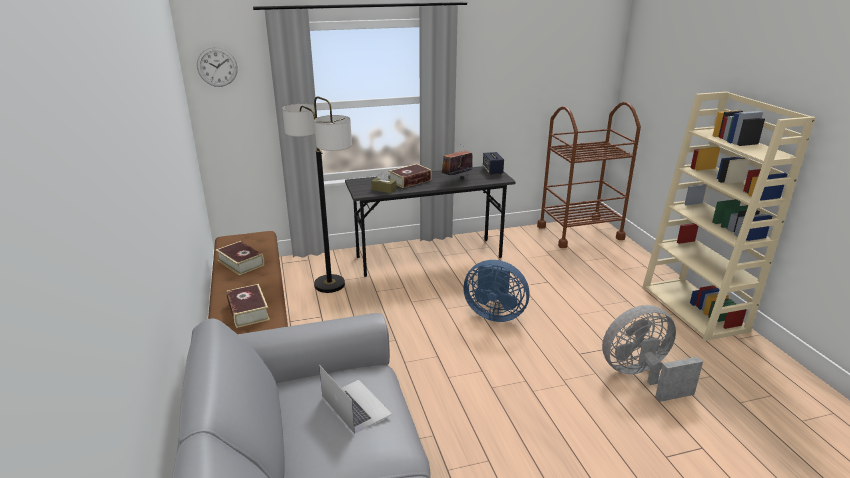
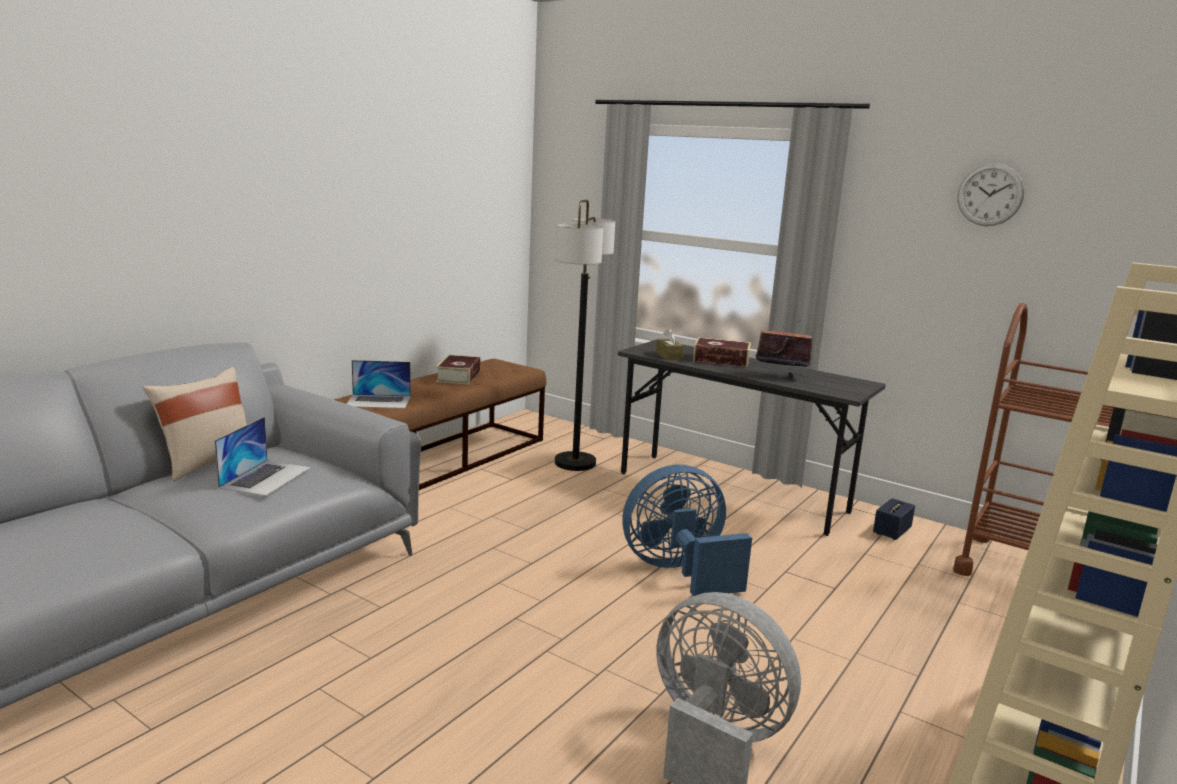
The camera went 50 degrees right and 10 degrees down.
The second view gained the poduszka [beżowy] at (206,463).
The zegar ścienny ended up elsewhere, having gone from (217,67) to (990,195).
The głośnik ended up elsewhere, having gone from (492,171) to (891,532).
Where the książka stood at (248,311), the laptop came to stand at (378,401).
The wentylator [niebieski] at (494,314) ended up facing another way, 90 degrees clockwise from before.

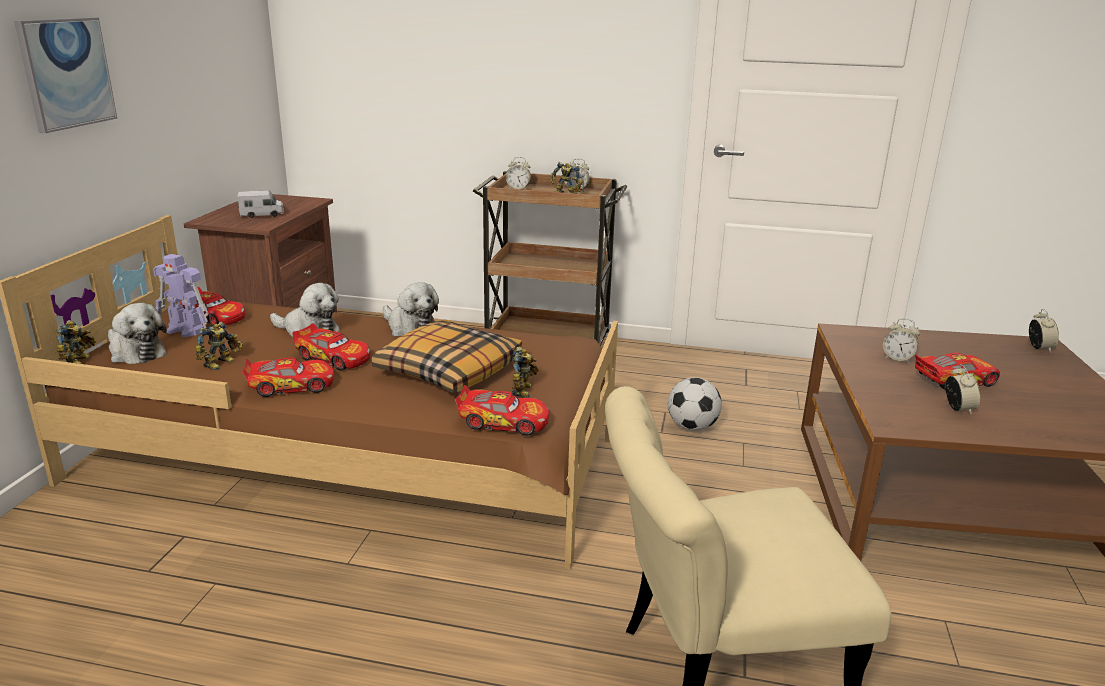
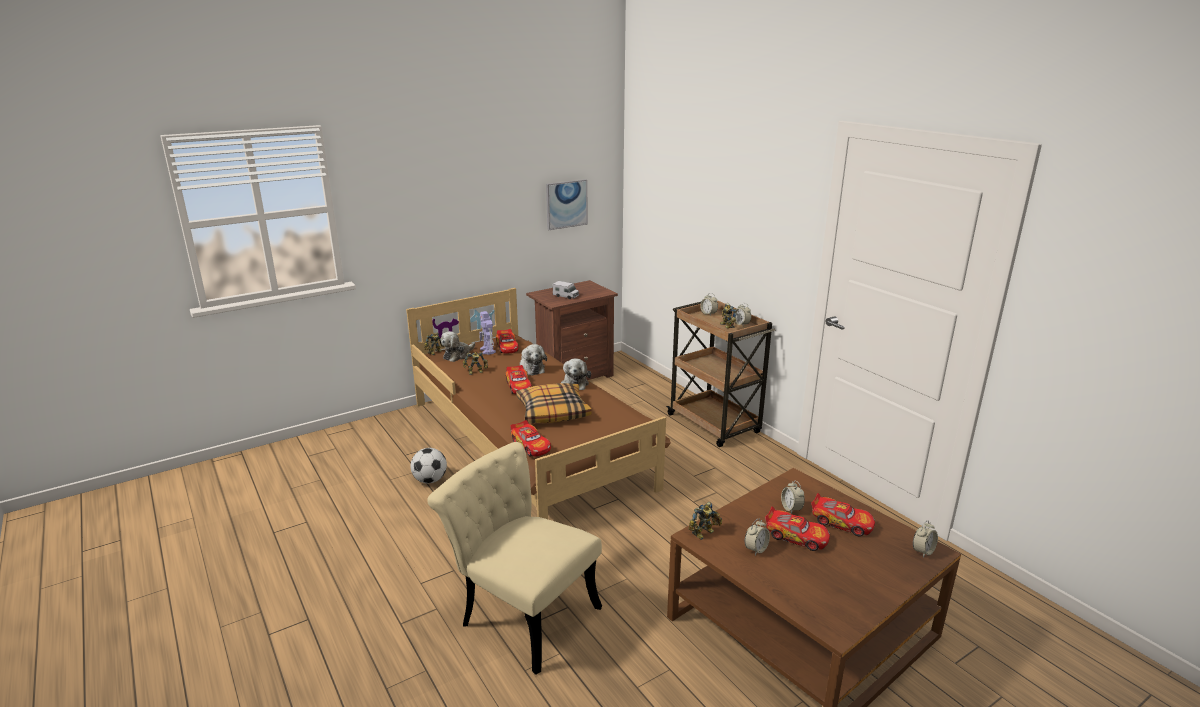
The camera went 45 degrees right and 0 degrees up.
The obraz ended up elsewhere, having gone from (66,73) to (566,204).
The samochodzik ended up elsewhere, having gone from (290,386) to (841,522).
The robot zabawkowy ended up elsewhere, having gone from (524,390) to (704,533).
The piłka futbolowa ended up elsewhere, having gone from (692,427) to (430,480).
The pluszak at (135,353) ended up facing another way, 45 degrees clockwise from before.

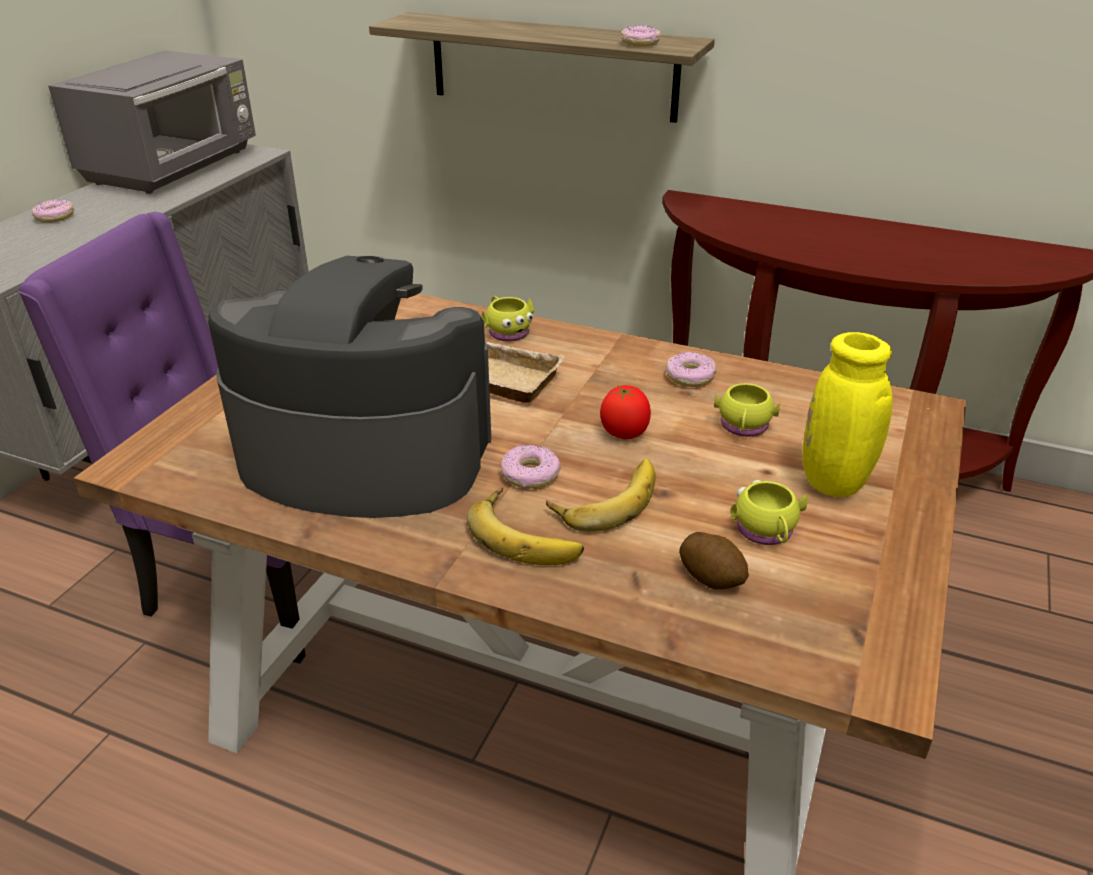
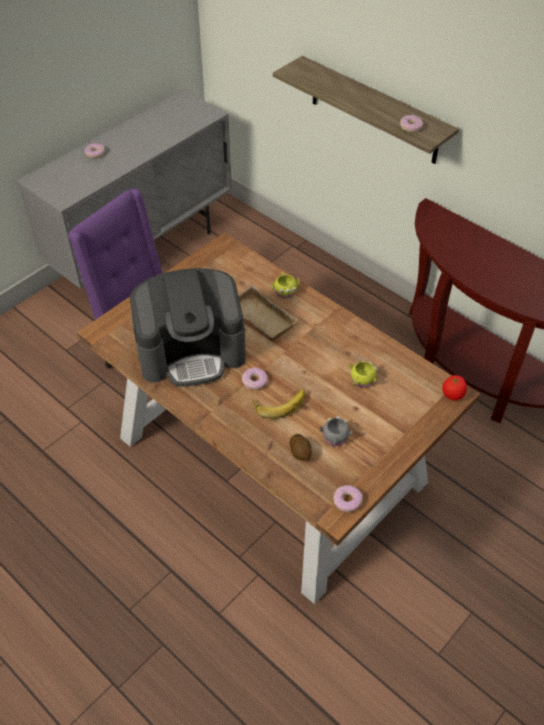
The camera went 20 degrees right and 15 degrees up.
The second view lost the mikrofalówka [szary] at (174,167).
The second view lost the banan at (527,534).
The second view lost the wazon [żółty] at (834,487).
The pomidor ended up elsewhere, having gone from (624,432) to (452,395).
The donut ended up elsewhere, having gone from (689,376) to (347,501).
What was the kubek [żółty] at (766,532) turned into the kubek [szary] at (335,438).
The ekspres do kawy at (364,454) ended up facing another way, 135 degrees clockwise from before.

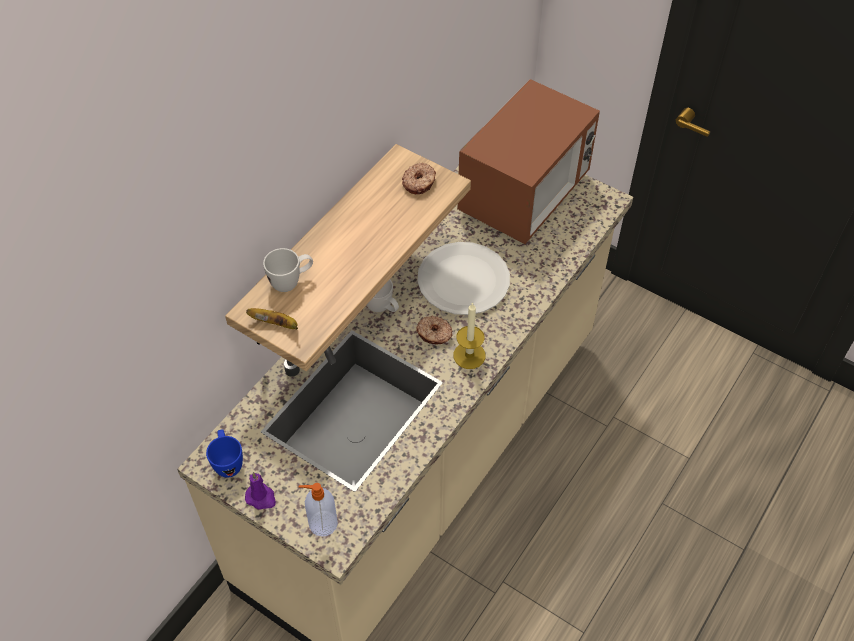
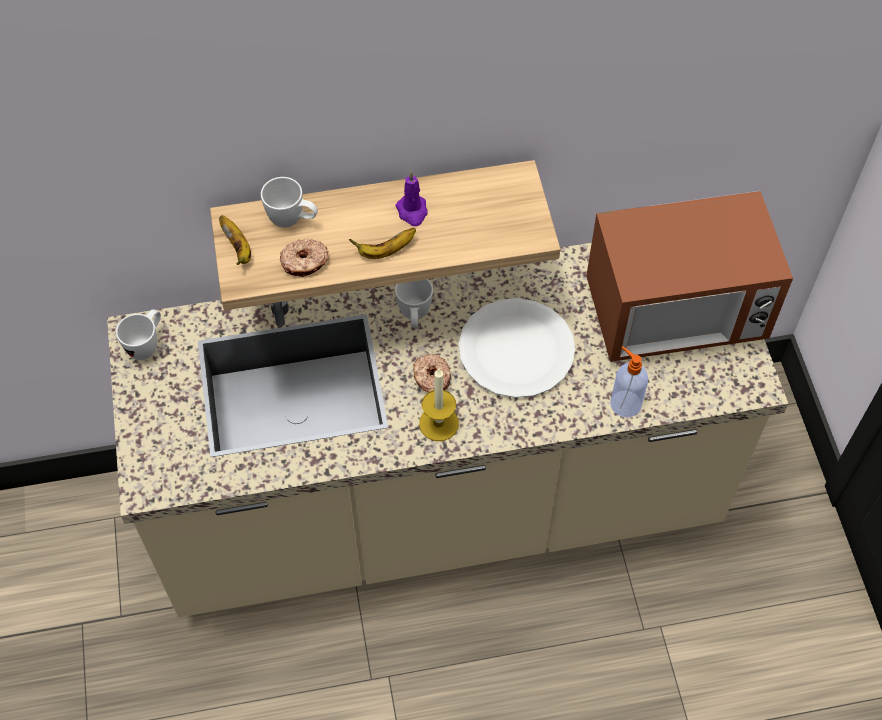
The camera went 45 degrees right and 5 degrees up.
The second view gained the banan at (385,251).
The świeca [fioletowy] ended up elsewhere, having gone from (261,498) to (412,211).
The dozownik mydła ended up elsewhere, having gone from (322,523) to (624,403).
The donut ended up elsewhere, having gone from (419,183) to (304,262).
What was the kubek [niebieski] at (228,462) turned into the kubek [biały] at (147,344).

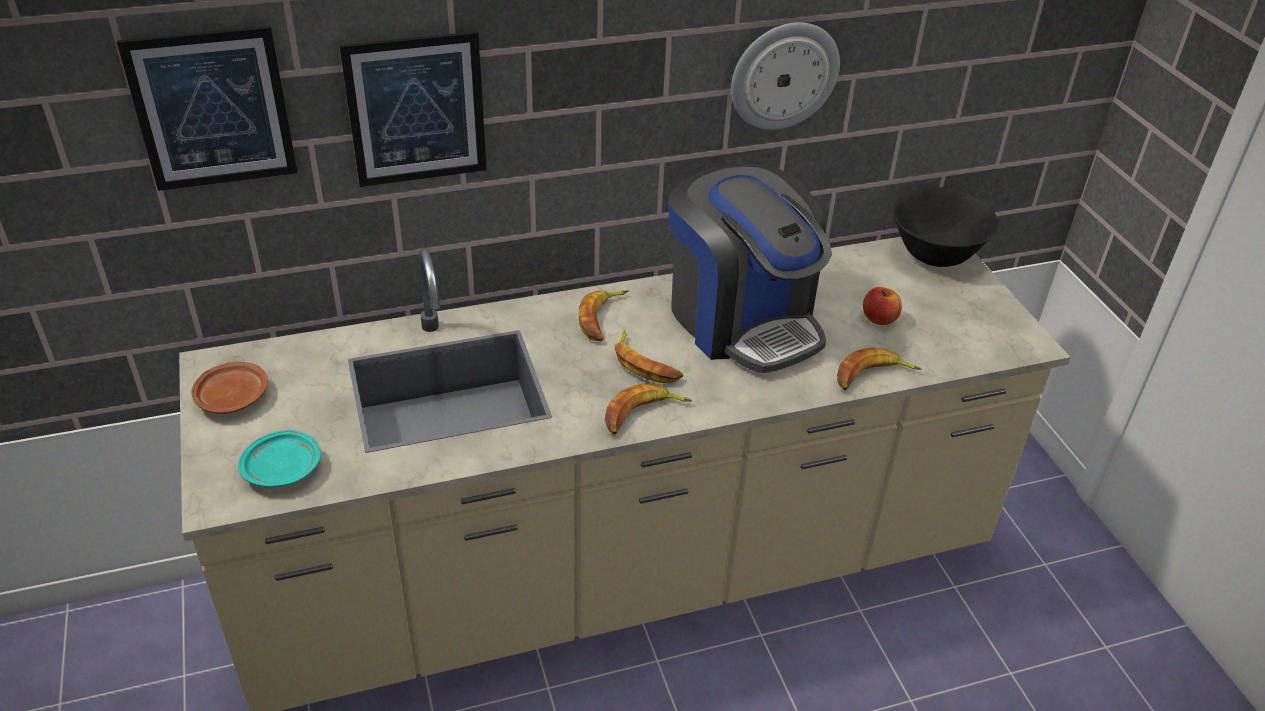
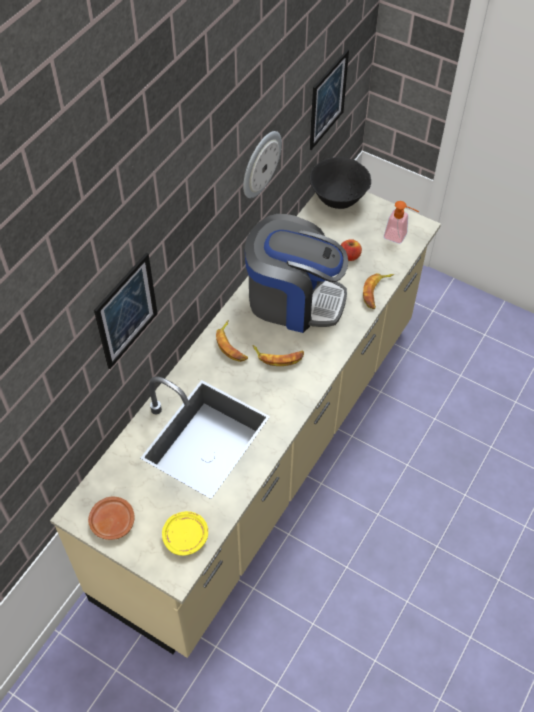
The camera went 40 degrees left and 15 degrees up.
The second view lost the banan at (642,415).
The second view gained the dozownik mydła at (399,237).
The obraz ended up elsewhere, having gone from (212,109) to (328,100).
What was the talerz [turkusowy] at (283,469) turned into the talerz [żółty] at (185,536).

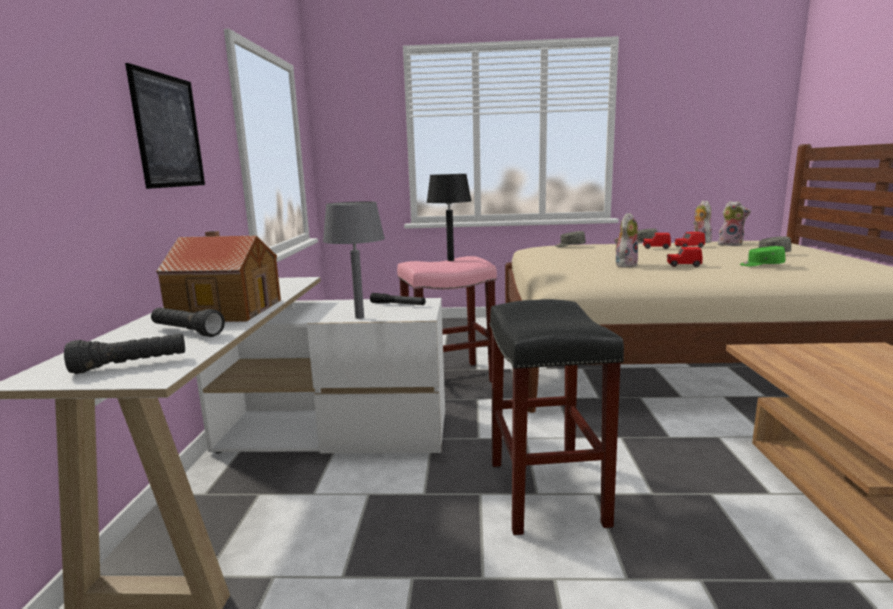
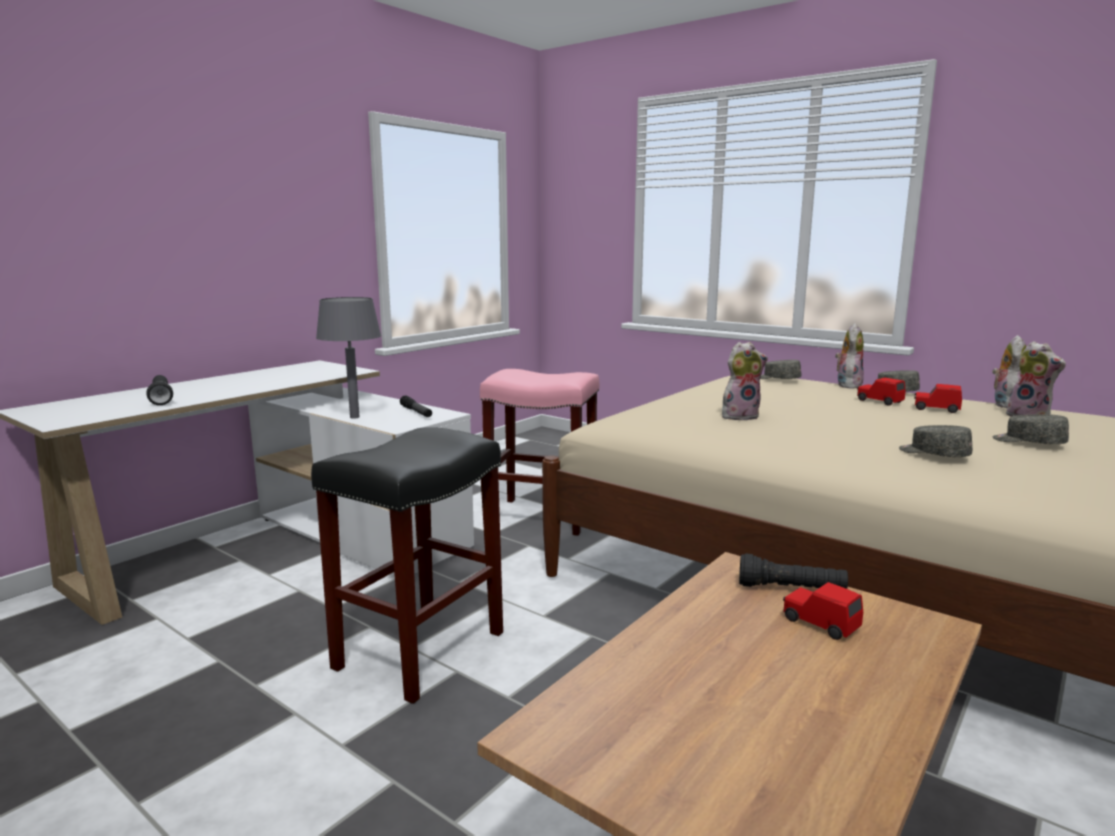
The camera went 35 degrees right and 0 degrees up.
The second view lost the obraz at (168,131).
The second view lost the domek at (226,309).
The second view lost the lampa stołowa [czarny] at (450,260).
The second view gained the pluszak at (847,385).
The latarka [czarny] ended up elsewhere, having gone from (131,365) to (791,589).
The samochodzik [czerwony] ended up elsewhere, having gone from (683,265) to (820,624).
What was the czapka z daszkiem [zielony] at (761,265) turned into the czapka z daszkiem [szary] at (933,454).

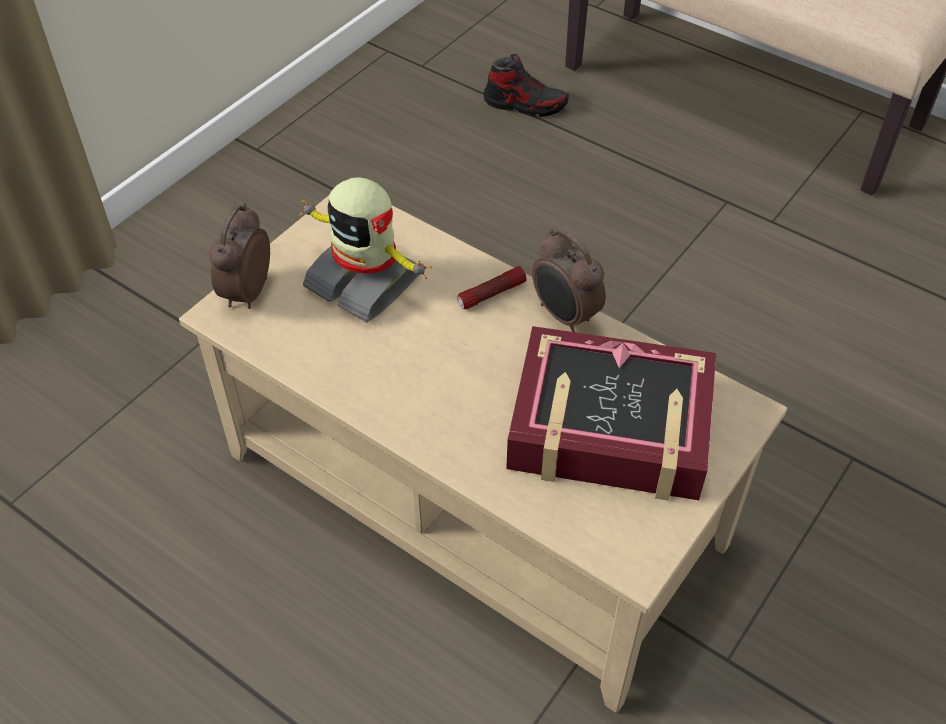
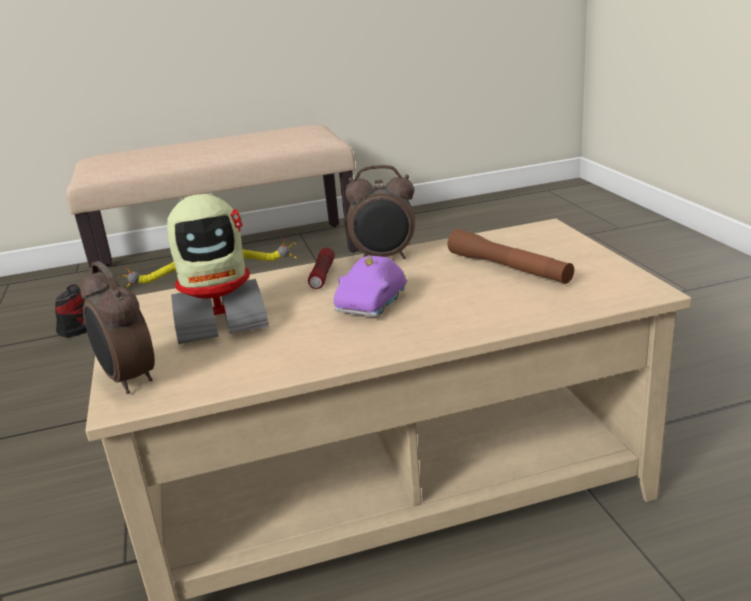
The camera went 50 degrees left and 25 degrees down.
The second view gained the samochodzik [fioletowy] at (373,304).
Where the książka stood at (610,428), the latarka [brązowy] came to stand at (508,268).

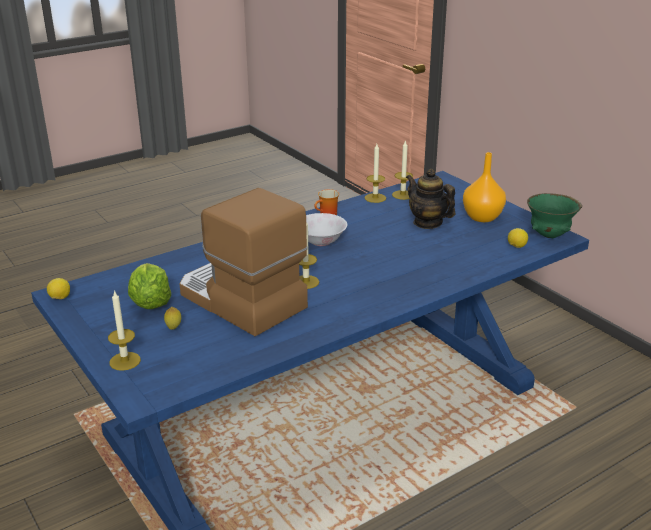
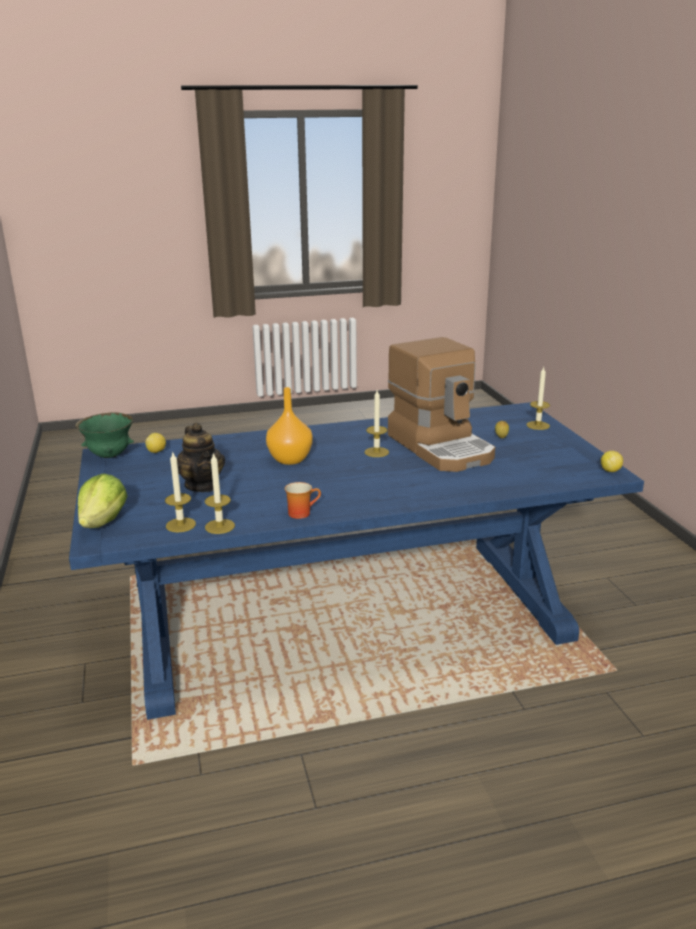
The camera went 160 degrees left and 5 degrees down.
The second view lost the miska [biały] at (321,241).
The sałata ended up elsewhere, having gone from (150,303) to (104,522).
The wazon [pomarańczowy] ended up elsewhere, having gone from (481,217) to (290,460).

